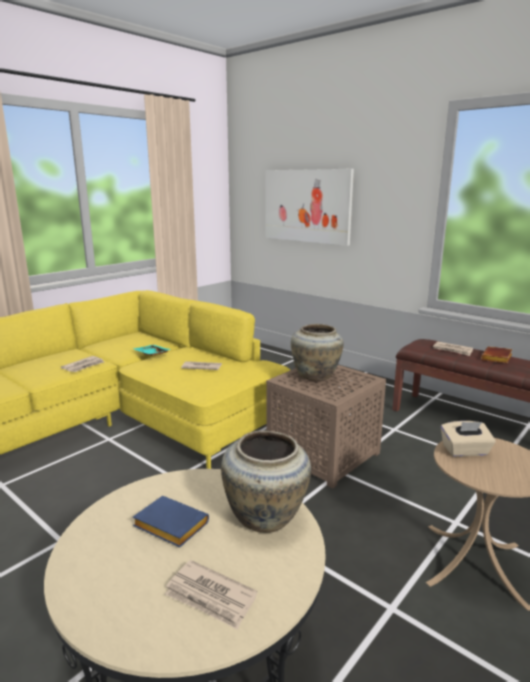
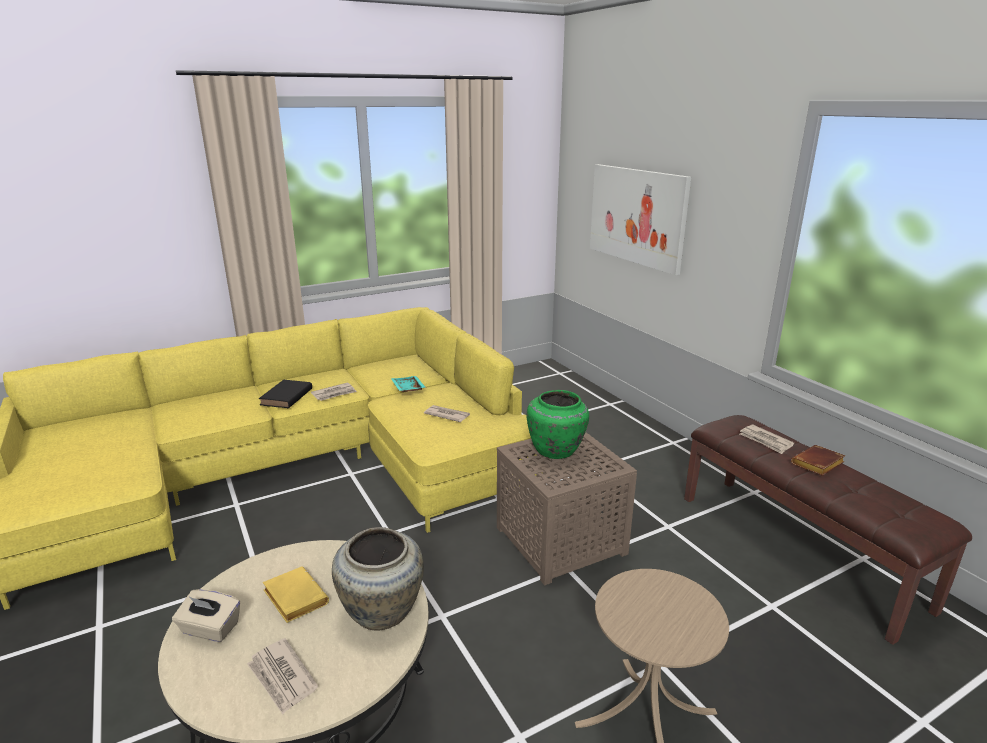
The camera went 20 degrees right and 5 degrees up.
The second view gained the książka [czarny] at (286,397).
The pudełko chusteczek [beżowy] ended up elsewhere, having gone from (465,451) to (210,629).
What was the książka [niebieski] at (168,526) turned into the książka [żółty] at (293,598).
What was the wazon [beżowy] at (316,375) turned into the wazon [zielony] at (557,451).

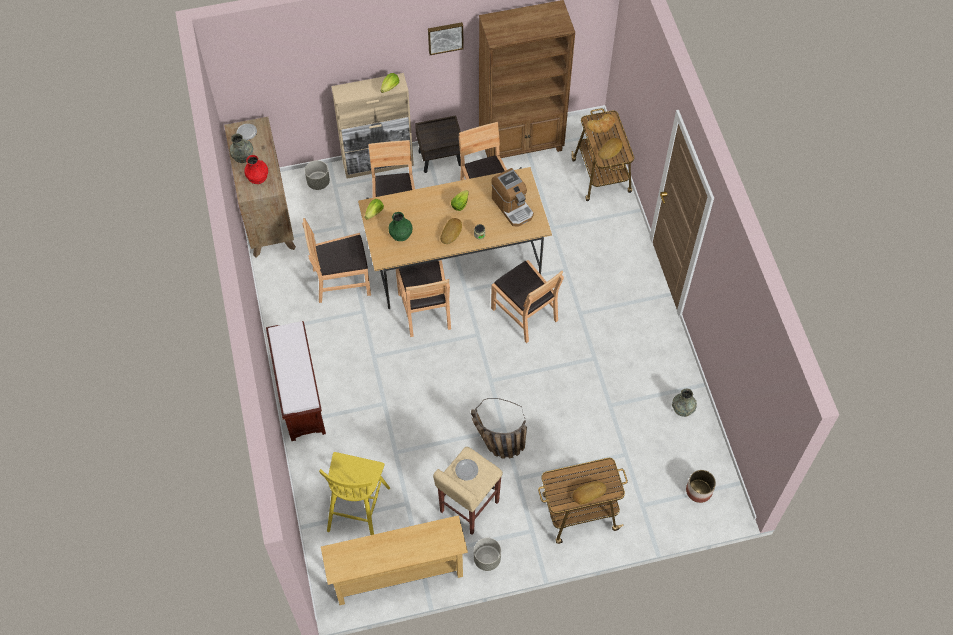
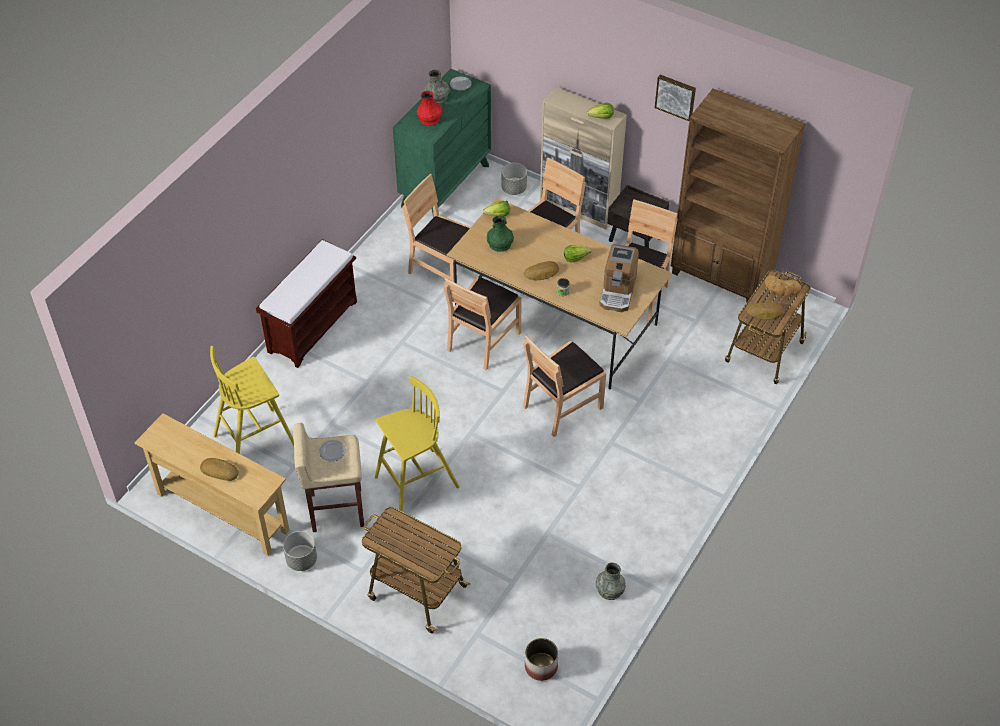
The camera went 45 degrees right and 10 degrees down.
The chleb ended up elsewhere, having gone from (588,493) to (220,470).
Where the koszyk stood at (496,444), the stołek [żółty] came to stand at (415,483).
What was the komoda [brązowy] at (267,216) turned into the komoda [zielony] at (445,185).
The krzesło [brązowy] at (525,313) ended up facing another way, 45 degrees clockwise from before.

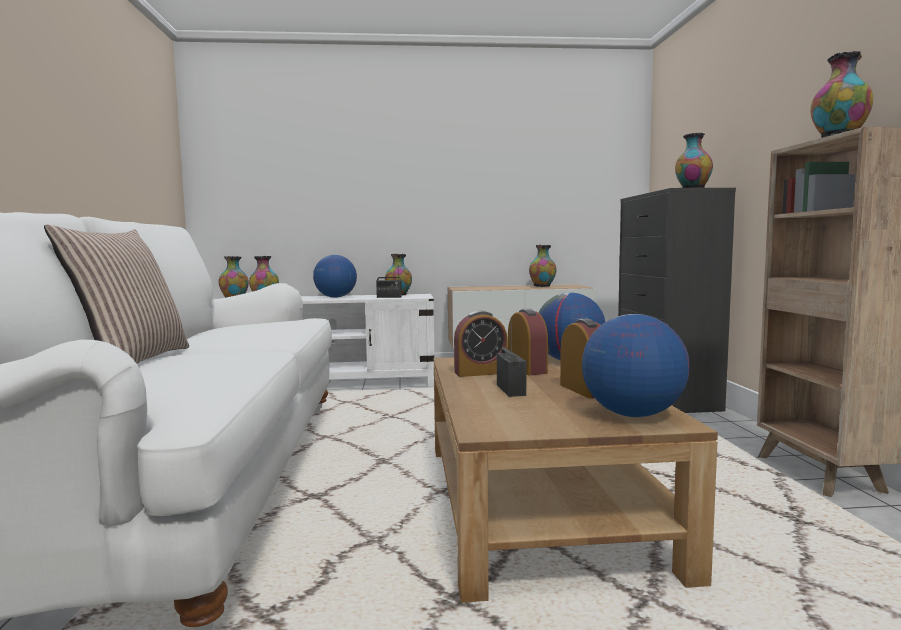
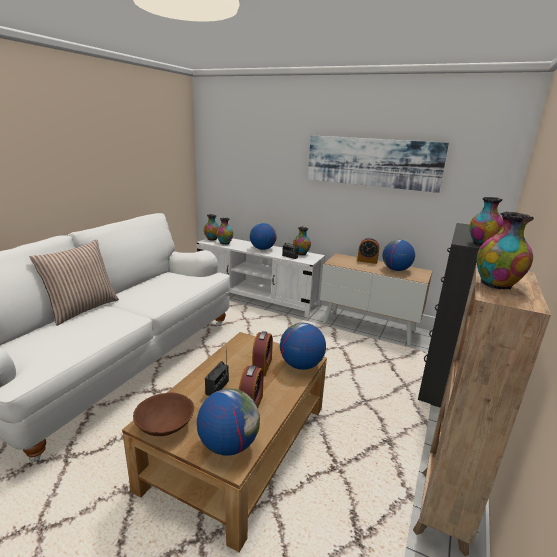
The camera went 30 degrees right and 15 degrees up.
The second view gained the miska [brązowy] at (165,425).
The second view gained the obraz at (372,162).
The budzik ended up elsewhere, having gone from (480,373) to (367,261).
Where the wazon stood at (542,286), the globus came to stand at (396,270).

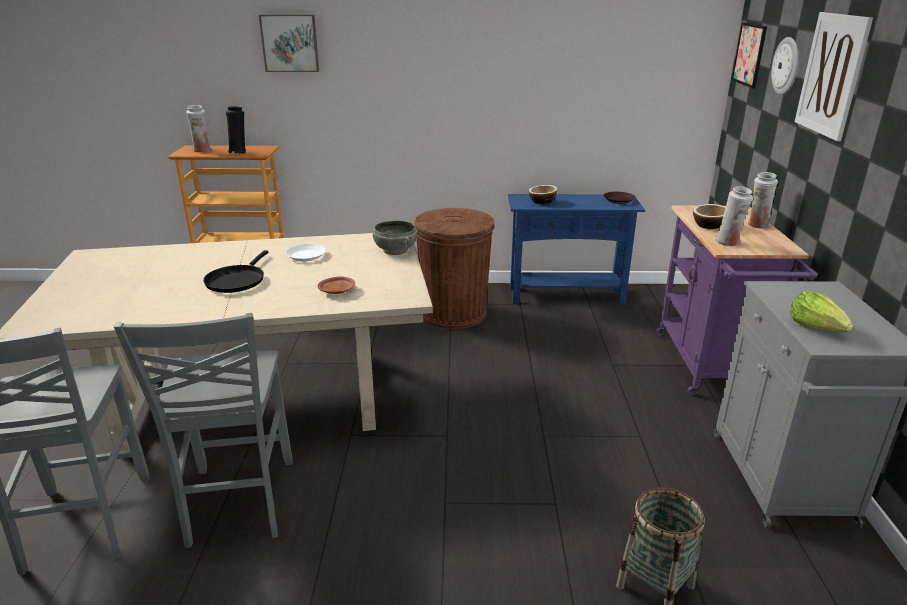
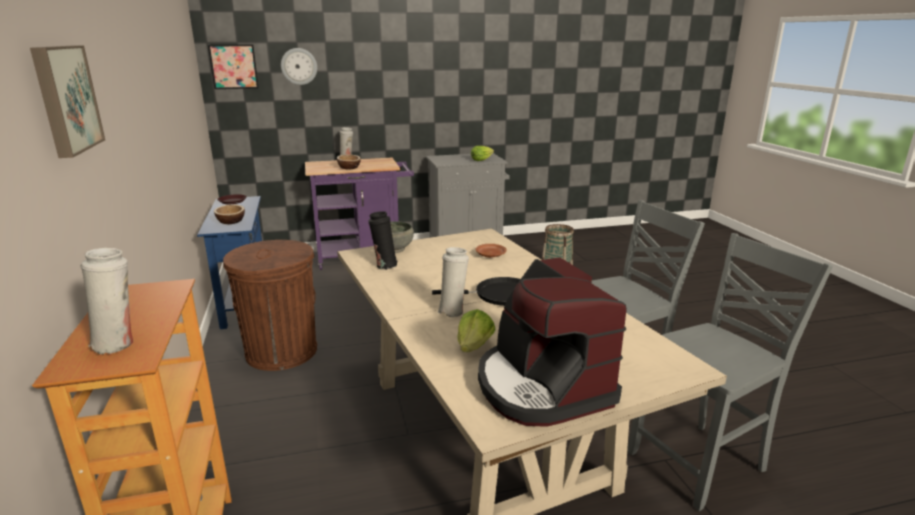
The camera went 105 degrees left and 5 degrees down.
The second view lost the talerz [biały] at (306,256).
The second view lost the obraz at (832,75).
The second view gained the sałata at (474,346).
The second view gained the ekspres do kawy at (542,386).
The wazon [czarny] ended up elsewhere, having gone from (238,152) to (384,265).
The wazon [biały] ended up elsewhere, having gone from (728,243) to (452,311).

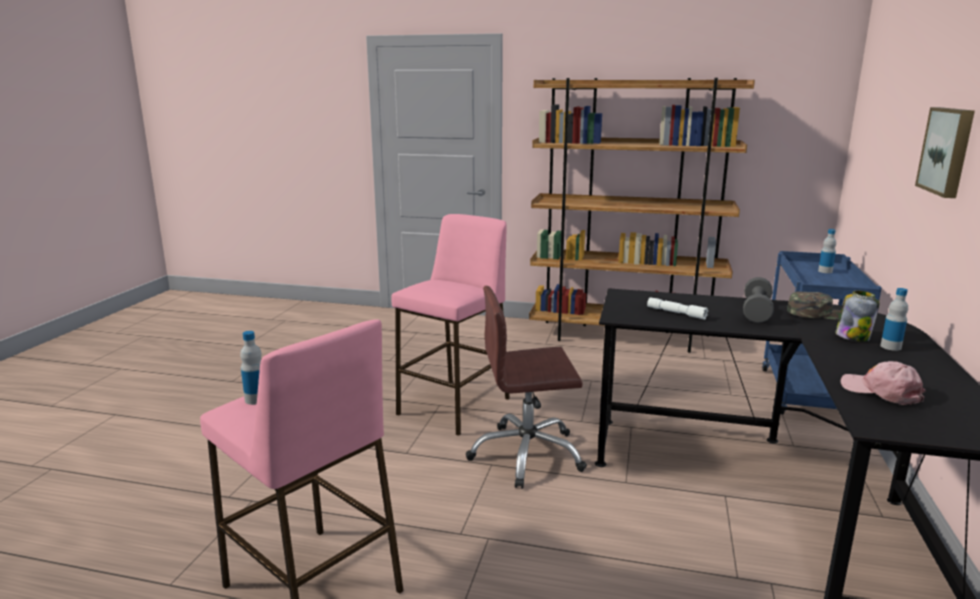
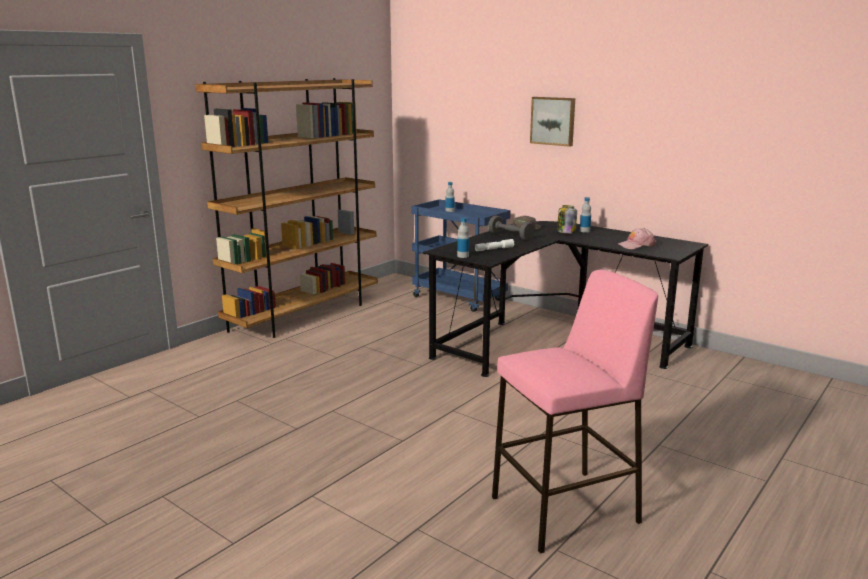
The camera went 65 degrees left and 0 degrees up.
The second view lost the stołek [różowy] at (454,406).
The second view lost the krzesło biurowe [brązowy] at (527,455).
The butelka ended up elsewhere, having gone from (256,399) to (463,256).

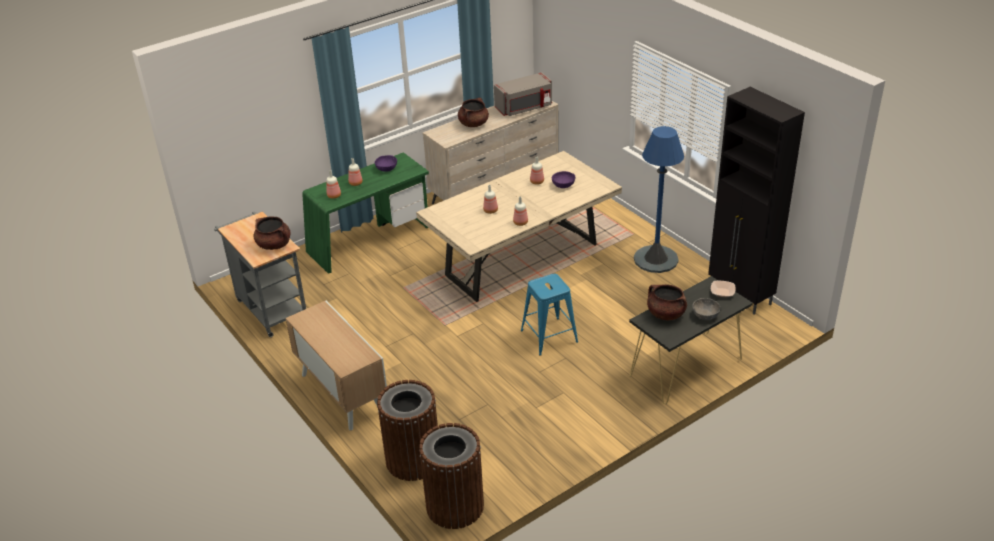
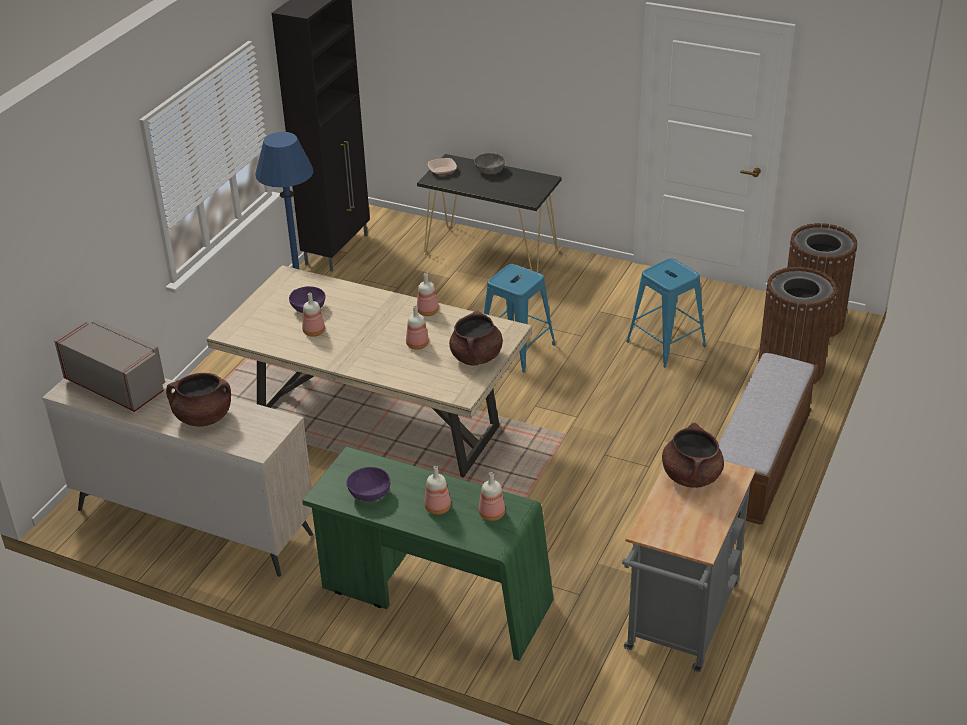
The camera went 120 degrees left and 0 degrees up.
The second view gained the stołek [niebieski] at (665,344).
The garnek [brązowy] ended up elsewhere, having gone from (665,314) to (476,357).
Where the szafka stood at (341,393), the ławka came to stand at (760,463).

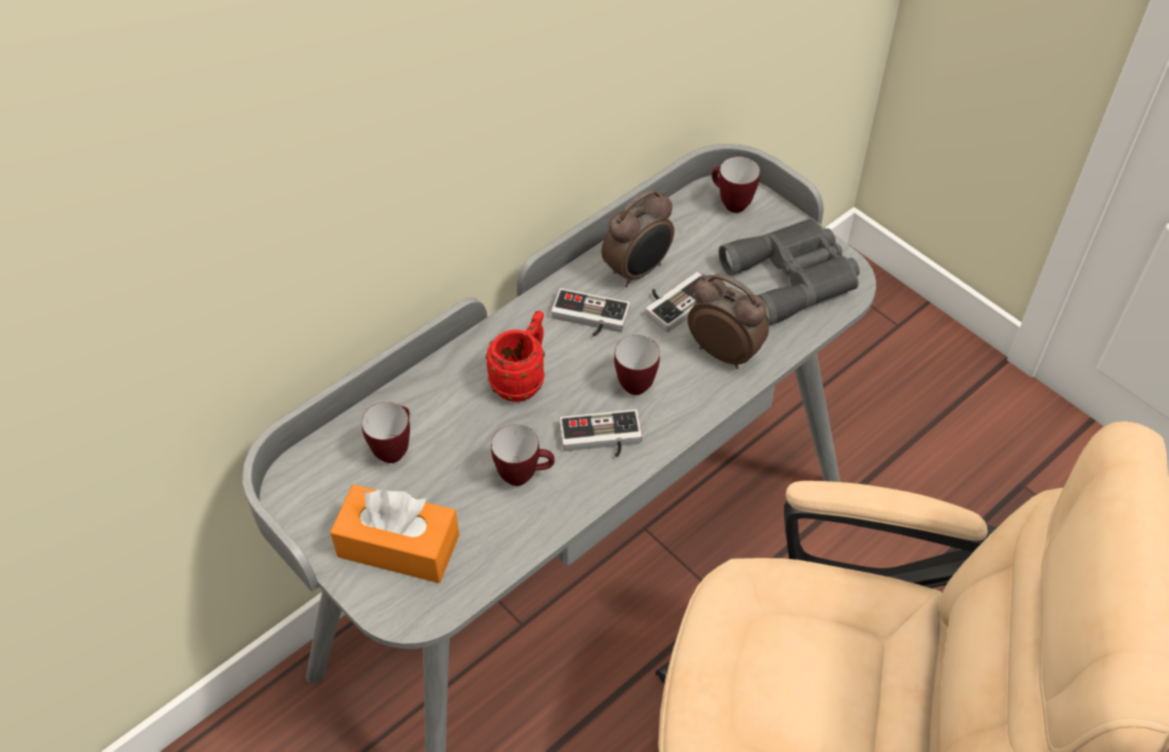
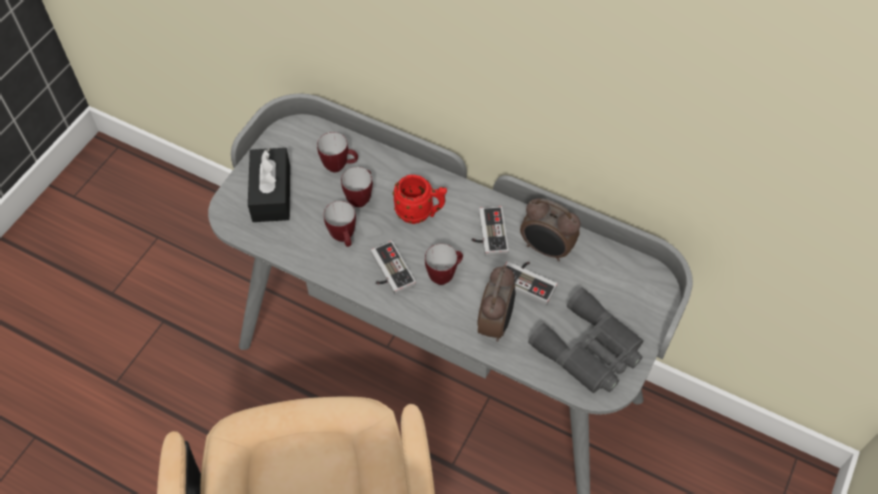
The camera went 70 degrees right and 5 degrees up.
The kubek ended up elsewhere, having gone from (730,203) to (360,198).
What was the pudełko chusteczek [pomarańczowy] at (398,546) turned into the pudełko chusteczek [czarny] at (271,193).

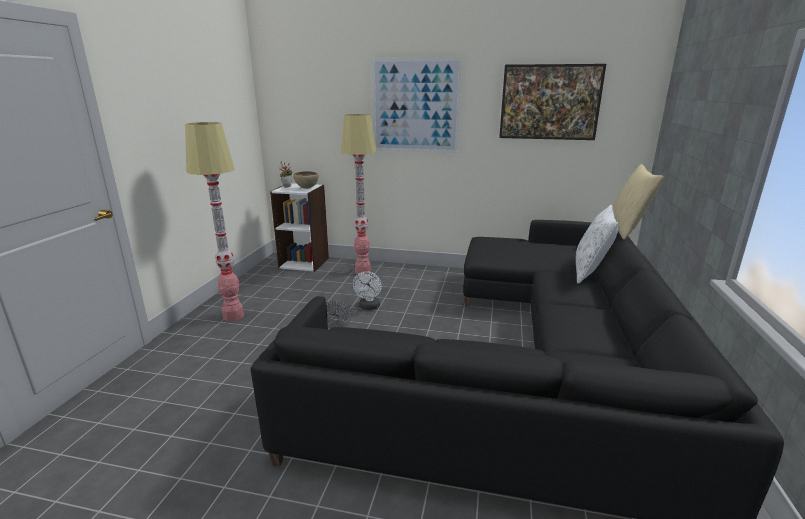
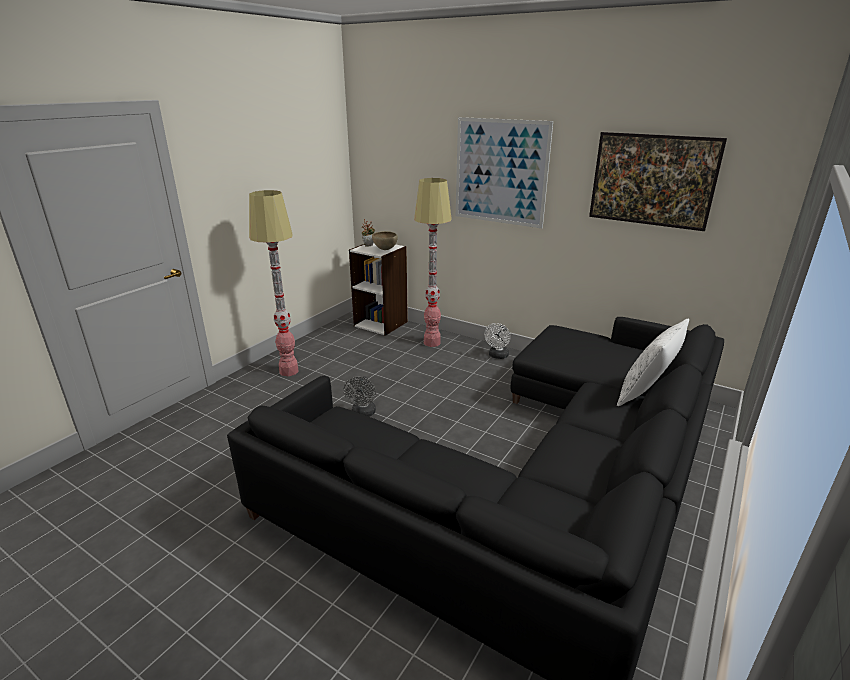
The camera went 20 degrees right and 5 degrees up.
The second view lost the poduszka [beżowy] at (626,230).
The wentylator [biały] ended up elsewhere, having gone from (369,307) to (497,356).

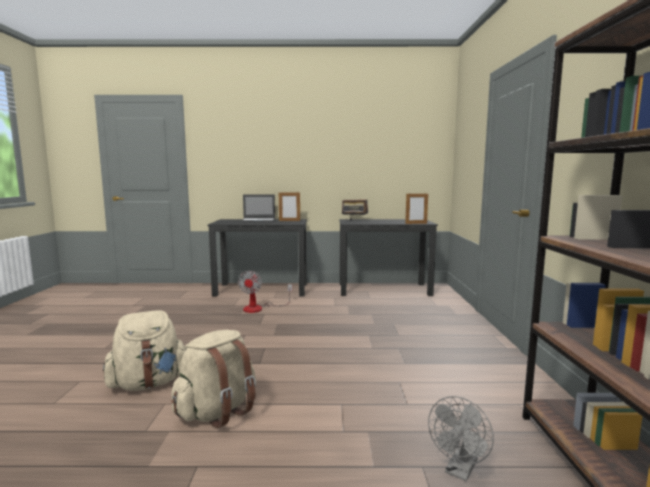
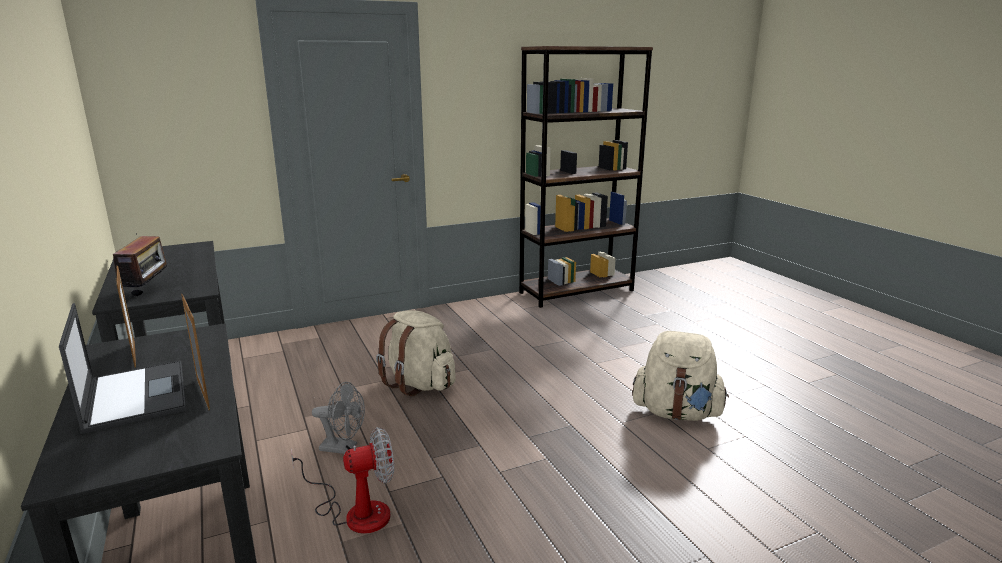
The camera went 115 degrees left and 10 degrees up.
The plecak [beżowy] ended up elsewhere, having gone from (149,383) to (419,384).
The ramka na zdjęcie ended up elsewhere, having gone from (416,223) to (203,394).
The wentylator [szary] ended up elsewhere, having gone from (459,471) to (344,448).

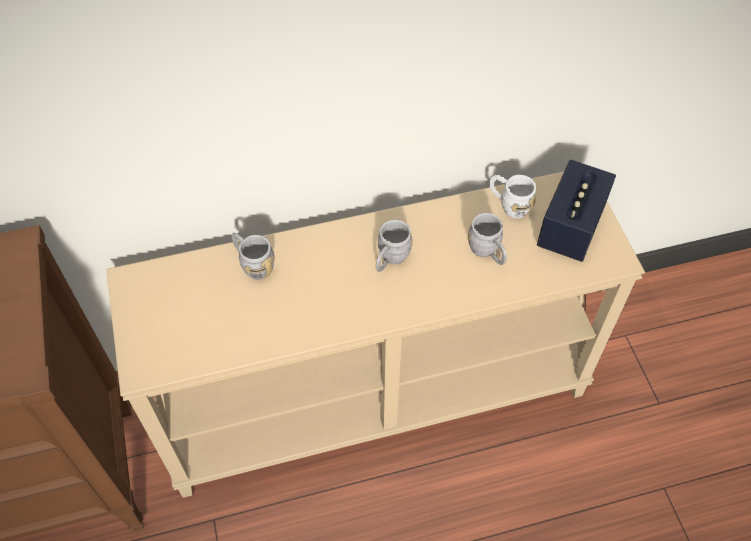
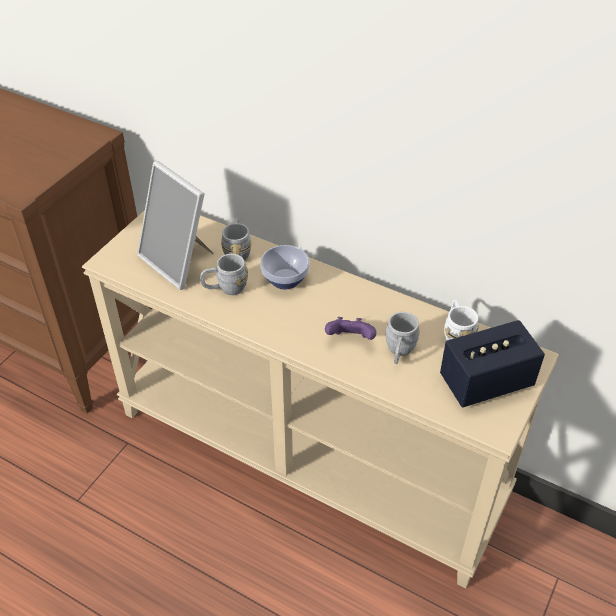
The camera went 45 degrees right and 10 degrees down.
The second view gained the ramka na zdjęcie at (179,261).
The second view gained the miska at (286,280).
The second view gained the pad do gier [fioletowy] at (350,339).
The kubek [szary] ended up elsewhere, having gone from (390,259) to (225,288).

